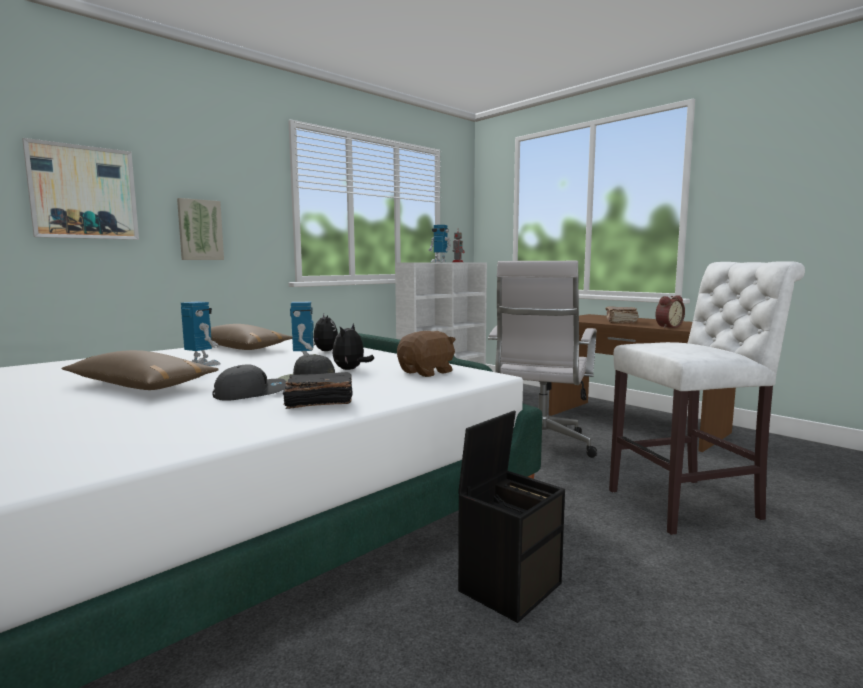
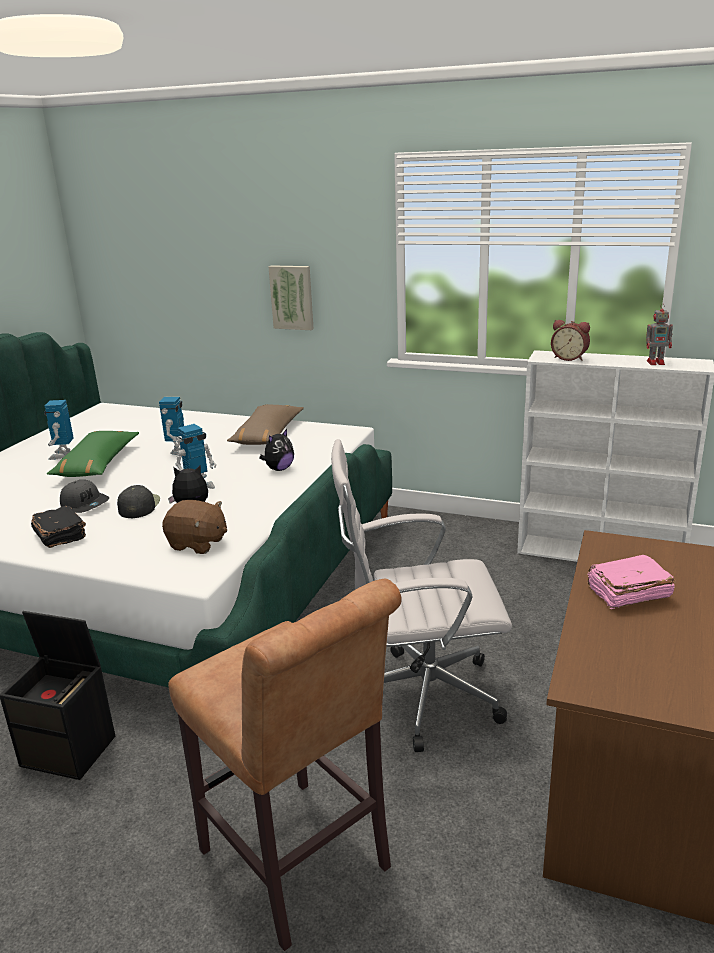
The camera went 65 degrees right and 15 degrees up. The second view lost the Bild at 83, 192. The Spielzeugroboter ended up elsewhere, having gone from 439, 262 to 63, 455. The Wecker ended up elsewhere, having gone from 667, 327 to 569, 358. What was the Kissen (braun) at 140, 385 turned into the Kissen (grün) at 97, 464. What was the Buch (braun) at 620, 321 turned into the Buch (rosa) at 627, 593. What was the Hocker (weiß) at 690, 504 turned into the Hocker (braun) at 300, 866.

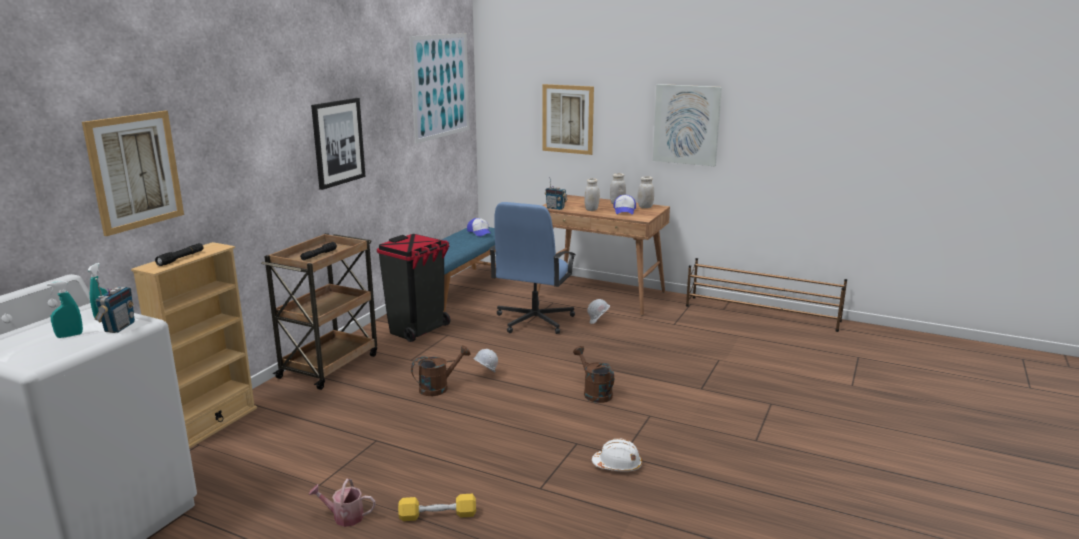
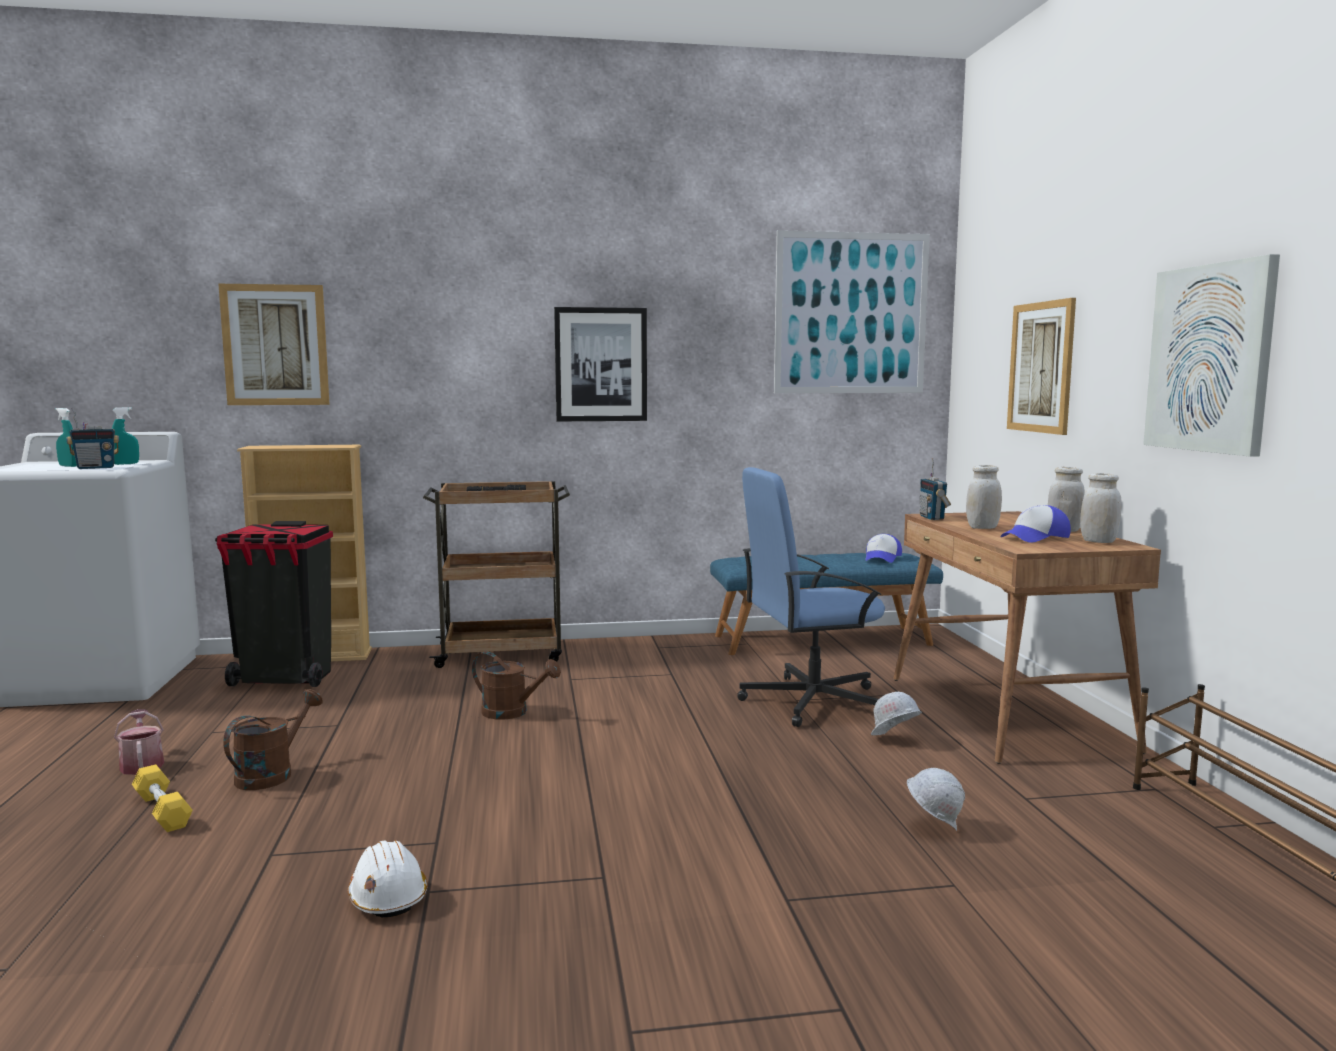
The camera went 55 degrees right and 10 degrees down. The second view lost the Taschenlampe (schwarz) at 181, 258. The Mülleimer (schwarz) ended up elsewhere, having gone from 418, 330 to 285, 679. The Schutzhelm (weiß) ended up elsewhere, having gone from 485, 375 to 933, 826. The Gießkanne (braun) ended up elsewhere, having gone from 594, 393 to 272, 774.

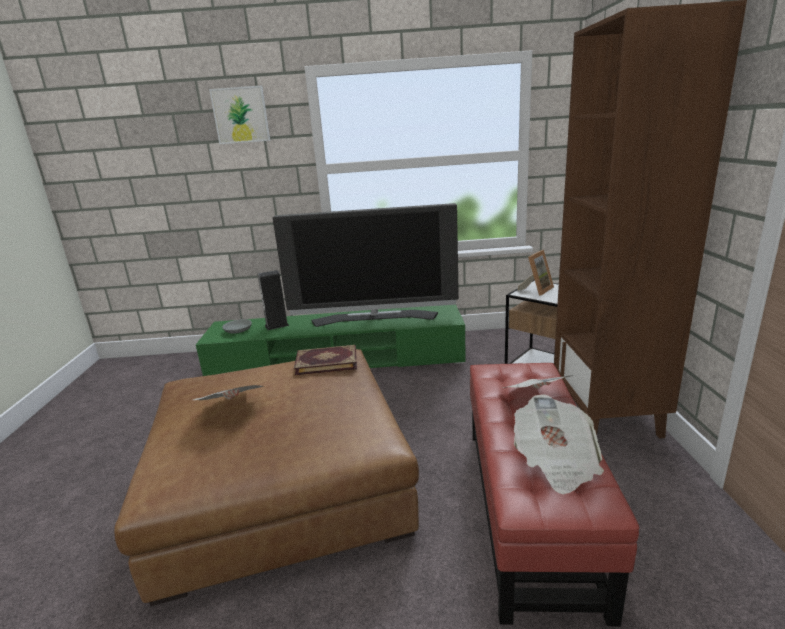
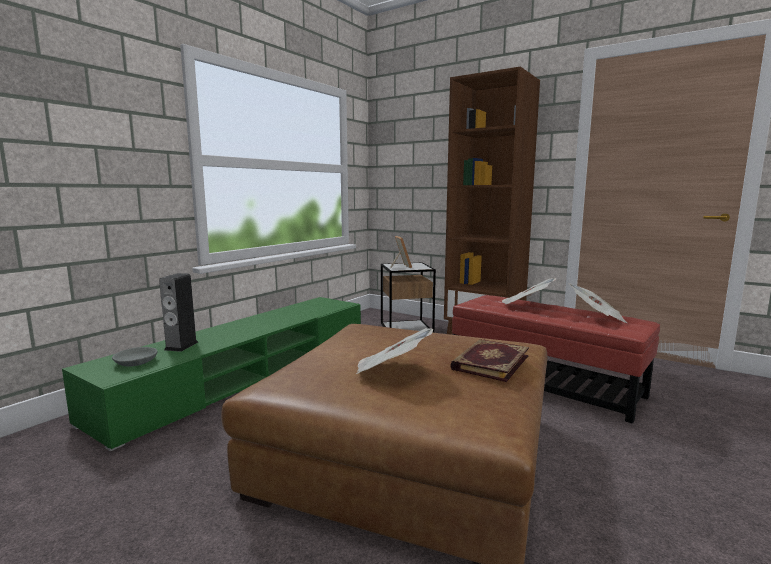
The camera went 55 degrees left and 10 degrees down. The second view lost the Bild at 240, 115. The second view lost the Fernseher at 375, 318. The Buch ended up elsewhere, having gone from 326, 361 to 489, 362.

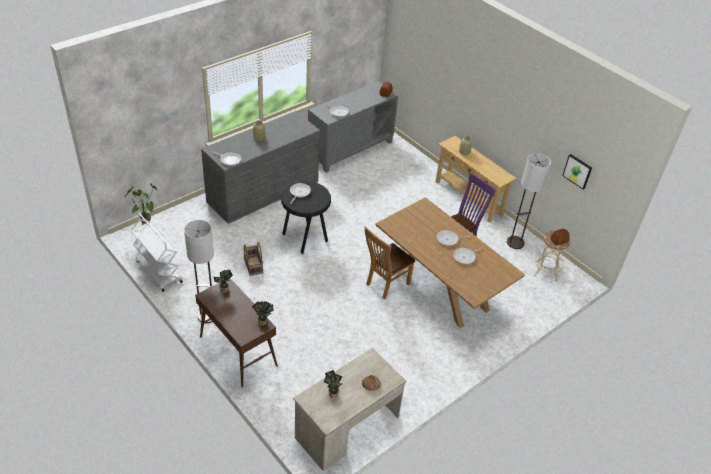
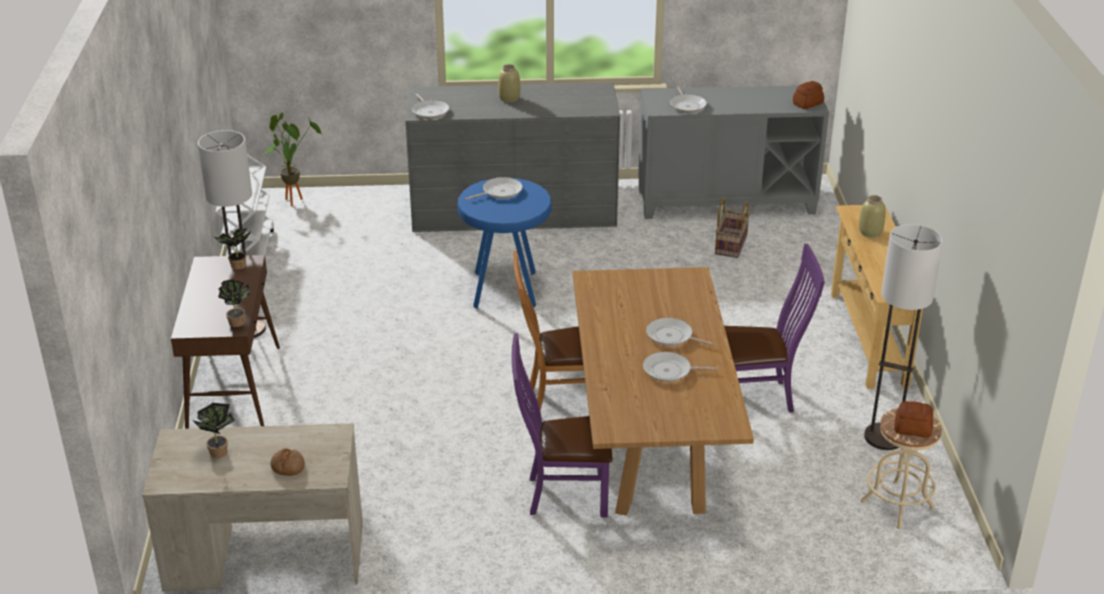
The camera went 40 degrees right and 10 degrees down. The second view lost the Bild at 577, 171. The second view gained the Stuhl (lila) at 562, 495. The Korb ended up elsewhere, having gone from 253, 266 to 730, 245. What was the Hocker (schwarz) at 305, 237 turned into the Hocker (blau) at 506, 289.

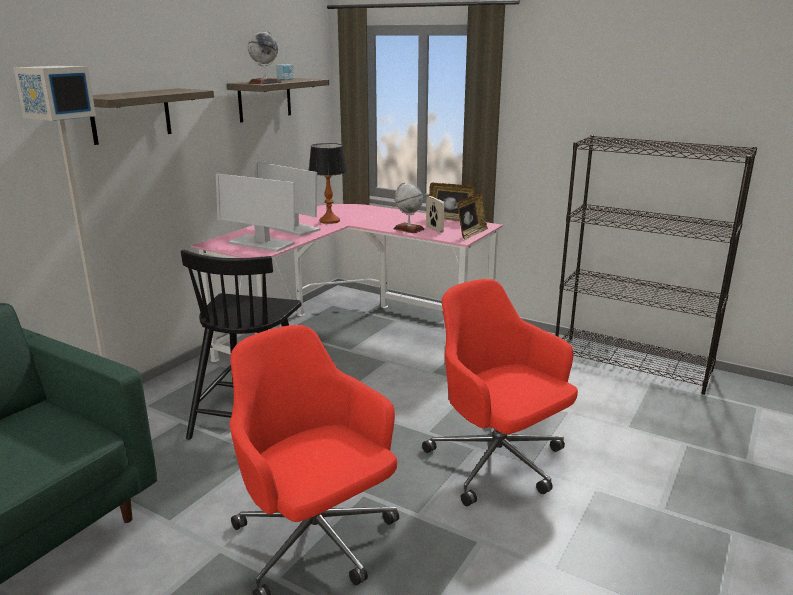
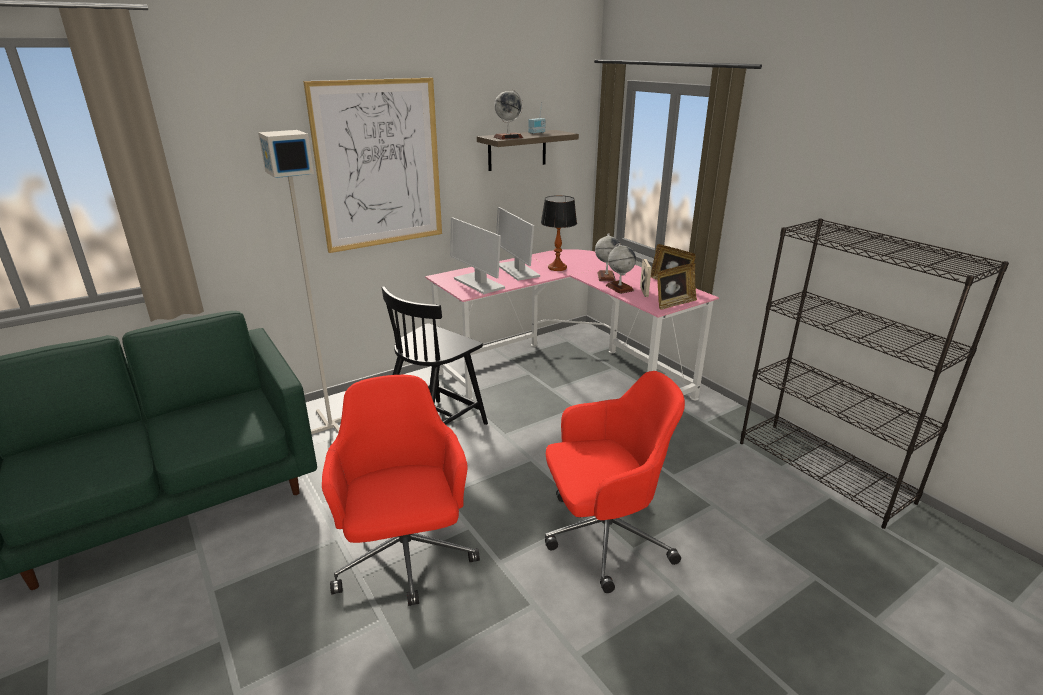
The camera went 25 degrees right and 5 degrees up. The second view gained the Globus at 606, 277. Where the Wandregal hung at 131, 115, the Bild came to hang at 379, 165. The Bürostuhl (rot) at 498, 463 ended up facing another way, 90 degrees clockwise from before.

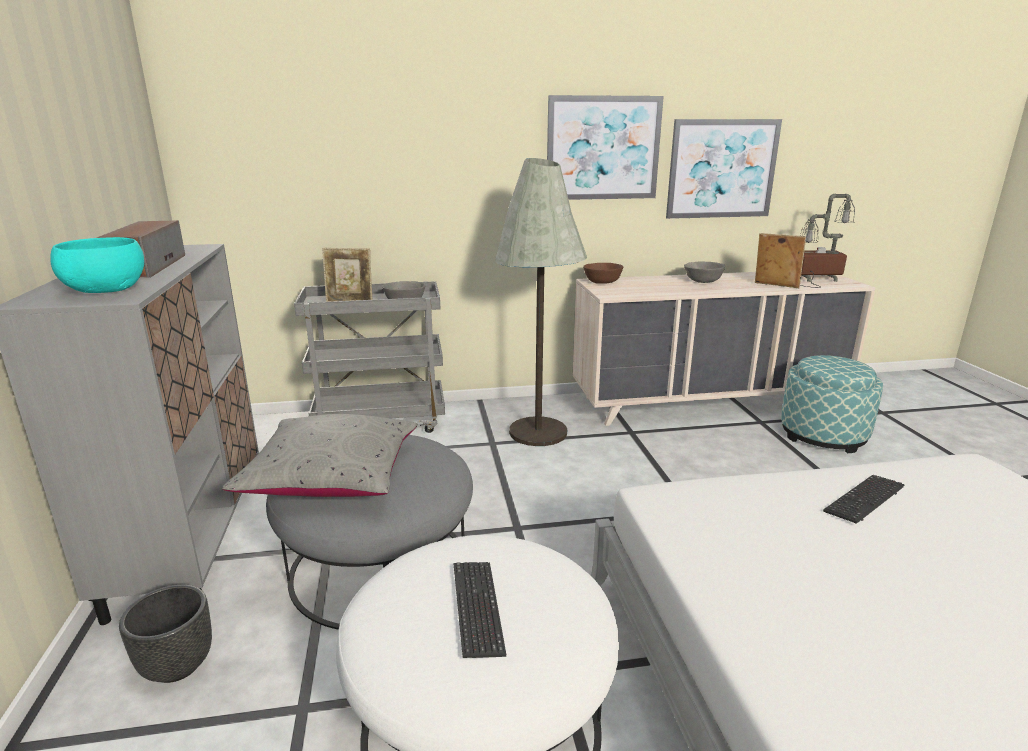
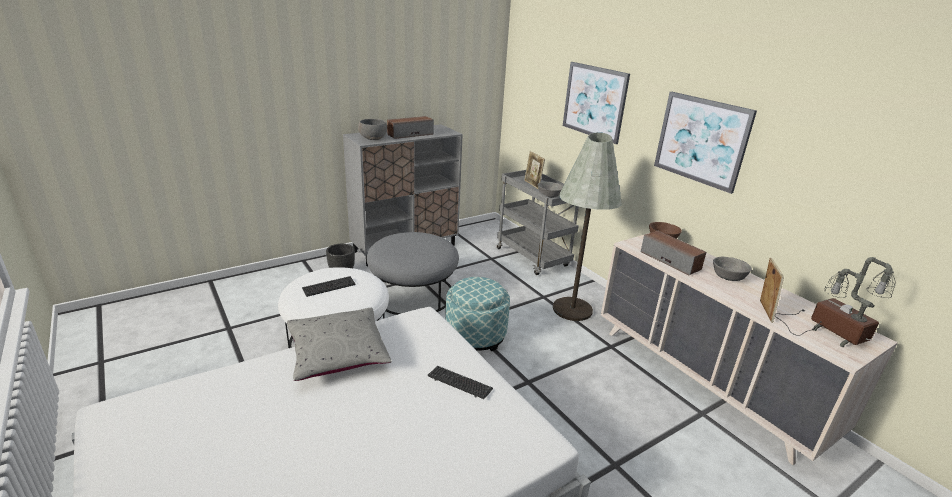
The camera went 65 degrees right and 5 degrees up. The second view gained the Lautsprecher at 670, 260. The Kissen (grau) ended up elsewhere, having gone from 332, 476 to 338, 354. The Bild ended up elsewhere, having gone from 722, 169 to 594, 101. The Polsterhocker ended up elsewhere, having gone from 823, 434 to 475, 335. What was the Schüssel (türkis) at 105, 290 turned into the Schüssel (grau) at 373, 138.

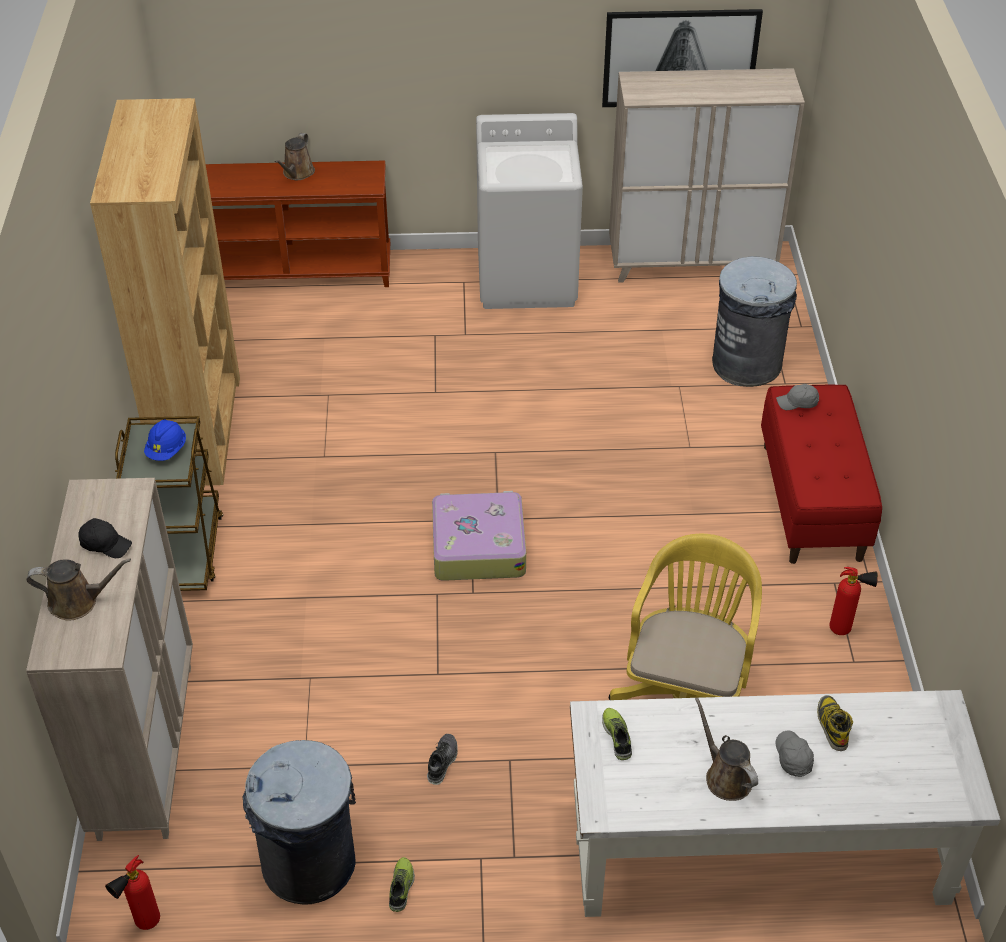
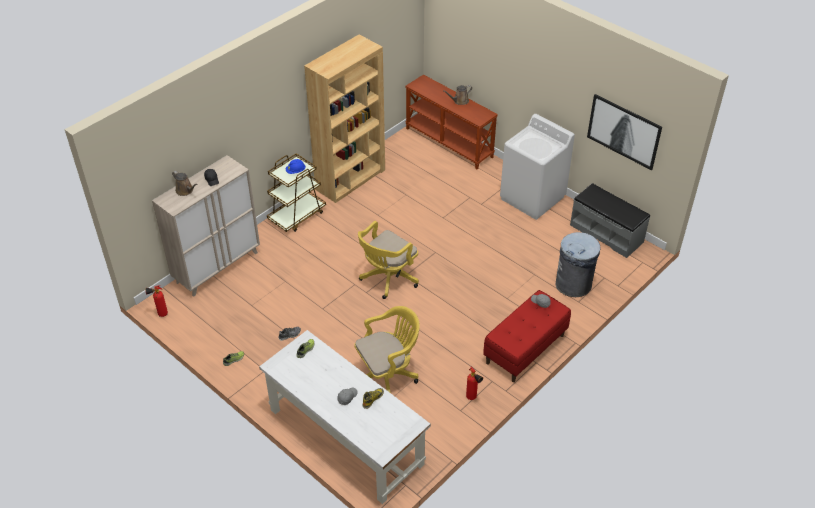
The camera went 45 degrees right and 0 degrees up. The second view lost the Mülleimer (grau) at 309, 863. The second view lost the Gießkanne (braun) at 725, 776. Where the Koffer stood at 477, 546, the Bürostuhl (gelb) came to stand at 387, 279. Where the Schrank (beige) stood at 691, 265, the Bank (grau) came to stand at 606, 233.

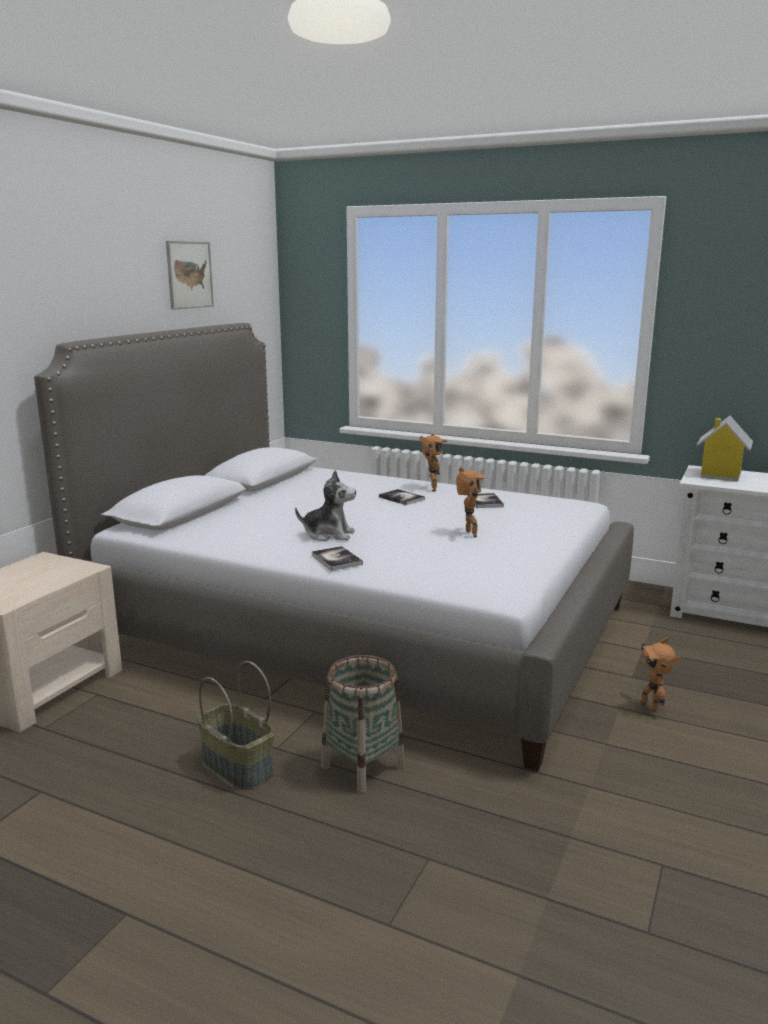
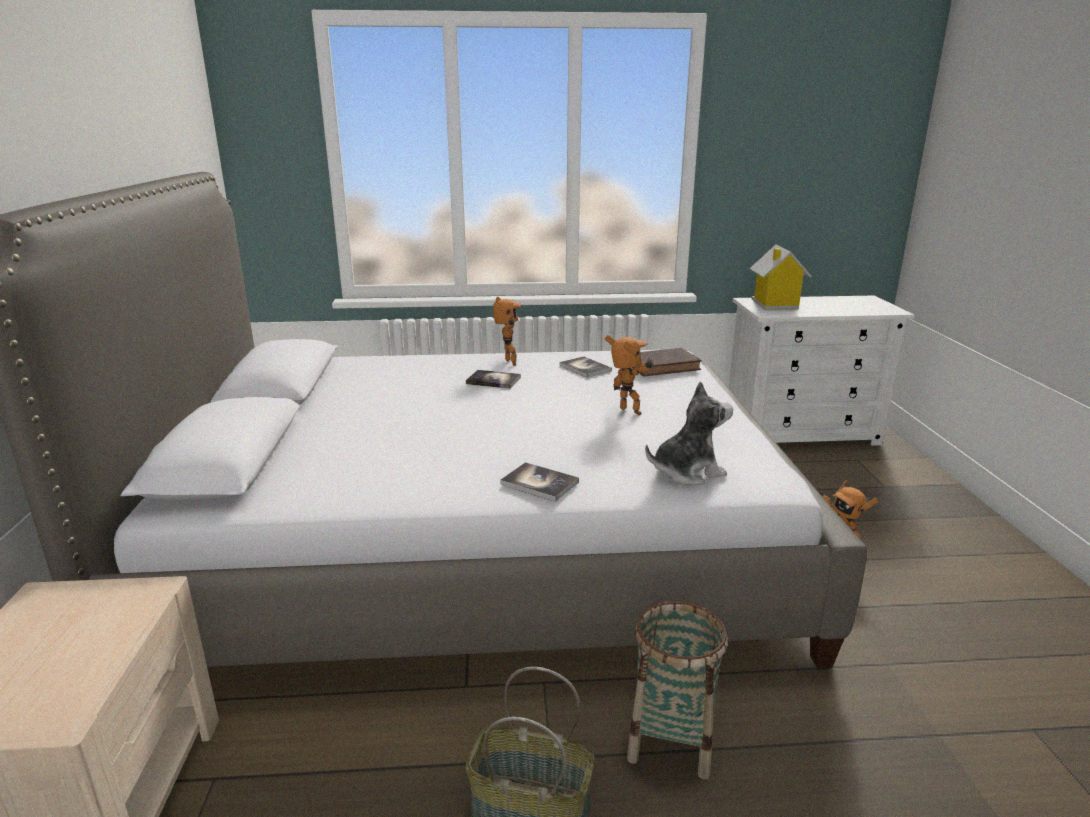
The camera went 30 degrees left and 5 degrees up. The second view lost the Bild at 189, 275. The second view gained the Buch (braun) at 664, 366. The Plüschtier ended up elsewhere, having gone from 329, 534 to 687, 472.

